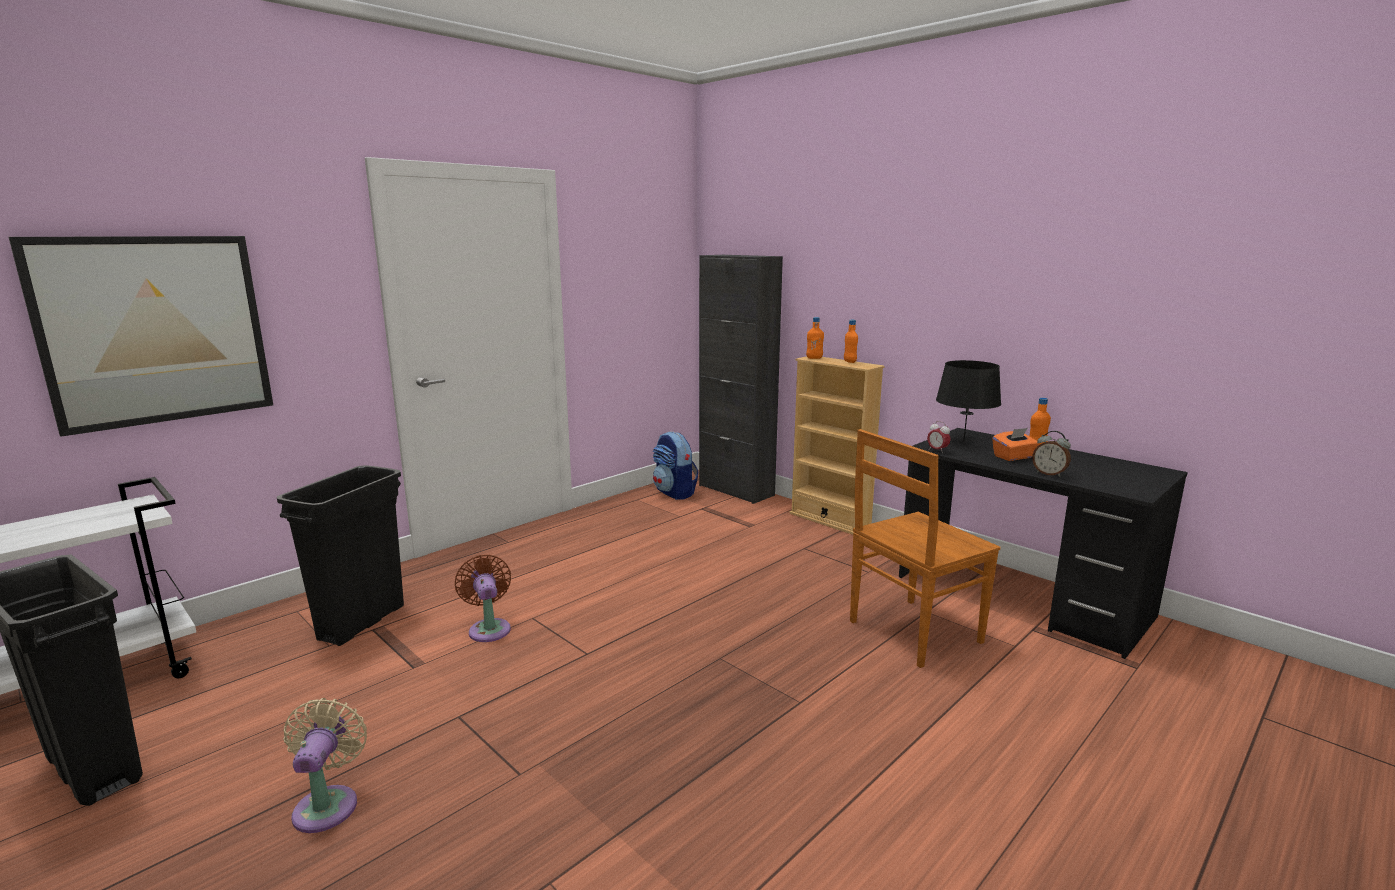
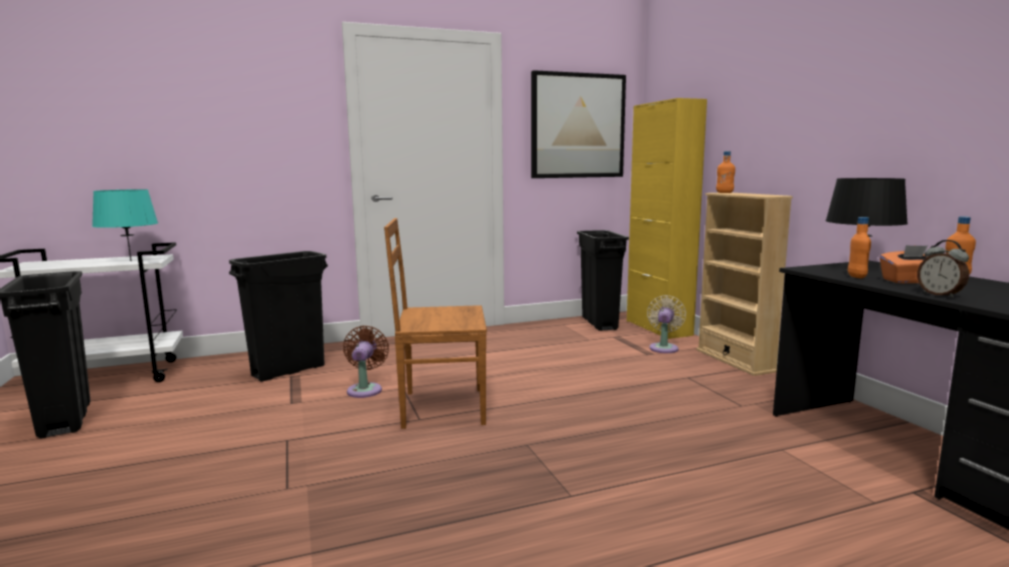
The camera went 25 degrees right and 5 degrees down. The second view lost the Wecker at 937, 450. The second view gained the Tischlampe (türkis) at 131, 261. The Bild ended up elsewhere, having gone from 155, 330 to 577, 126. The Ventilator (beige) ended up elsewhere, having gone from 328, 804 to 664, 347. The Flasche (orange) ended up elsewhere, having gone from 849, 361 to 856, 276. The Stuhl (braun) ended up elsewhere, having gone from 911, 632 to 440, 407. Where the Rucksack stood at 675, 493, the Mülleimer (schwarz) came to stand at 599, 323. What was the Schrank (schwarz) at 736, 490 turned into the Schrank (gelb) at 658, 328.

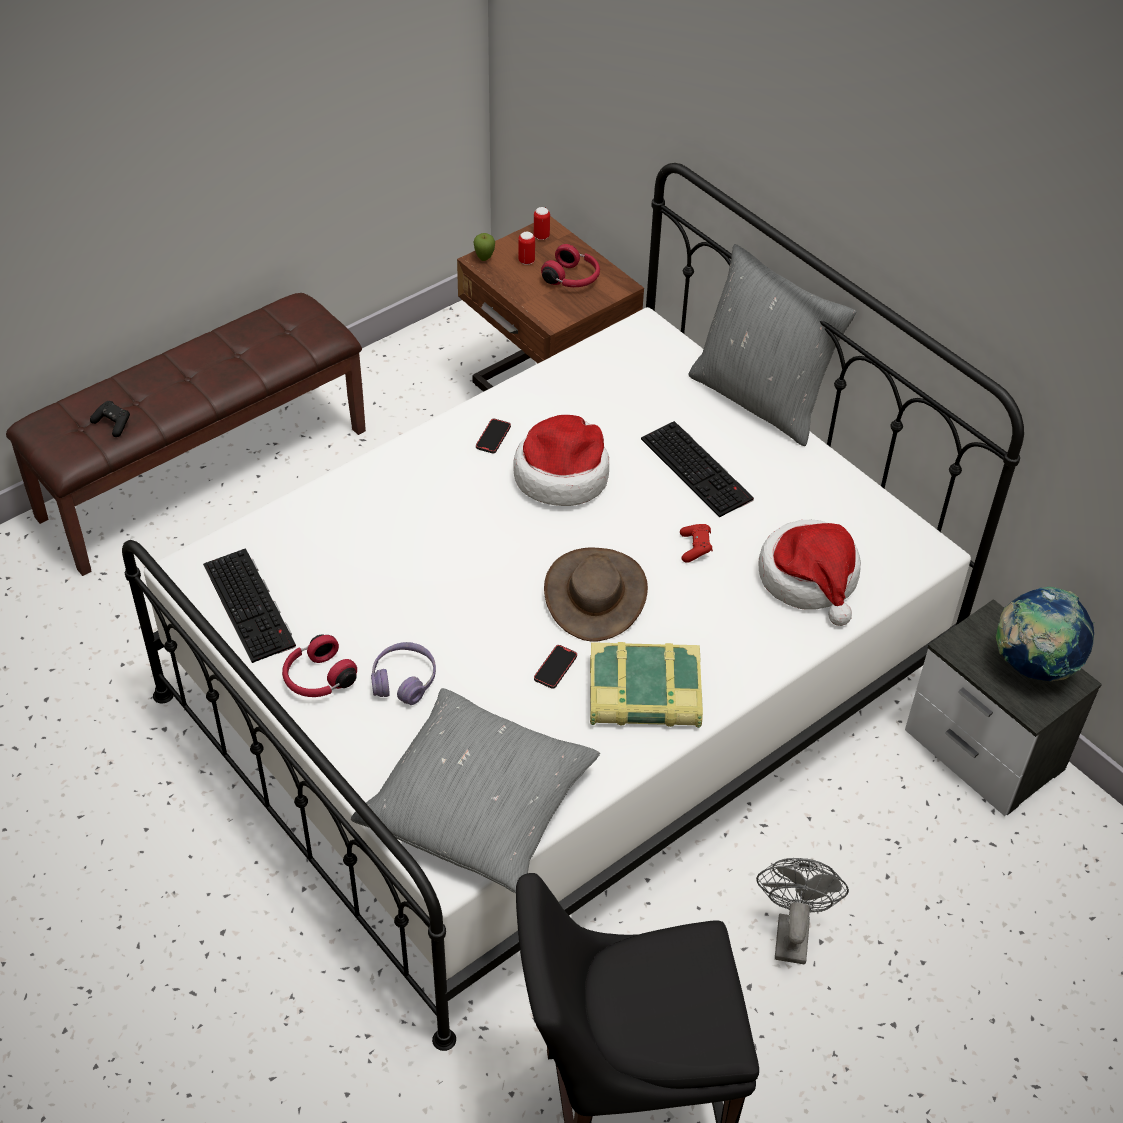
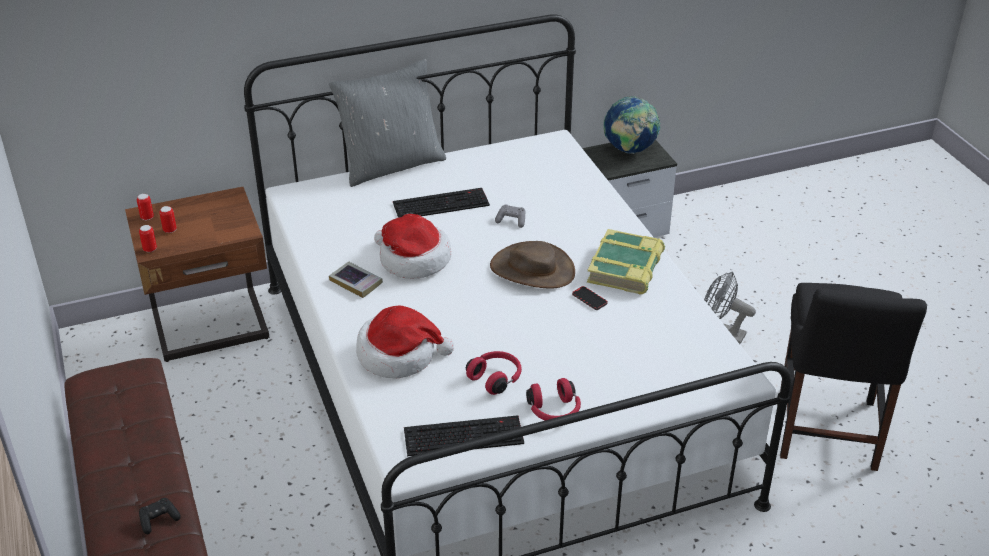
The camera went 70 degrees left and 10 degrees down. The second view lost the Kissen (grau) at 478, 804. The second view lost the Kopfhörer (lila) at 404, 680. The Kopfhörer (rot) ended up elsewhere, having gone from 572, 279 to 496, 378. The Hut ended up elsewhere, having gone from 810, 579 to 399, 355. Where the Apfel stood at 484, 259, the Dose came to stand at 150, 249. Where the Handy stood at 493, 437, the Buch came to stand at 356, 282. What was the Gamepad (rot) at 695, 548 turned into the Gamepad (grau) at 511, 221.

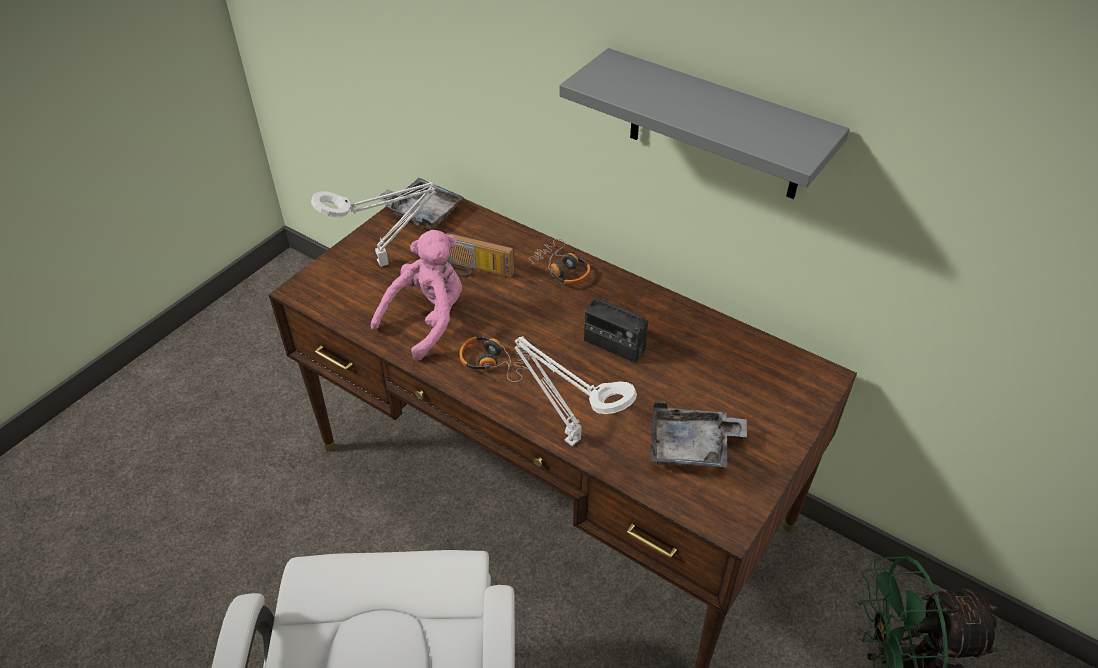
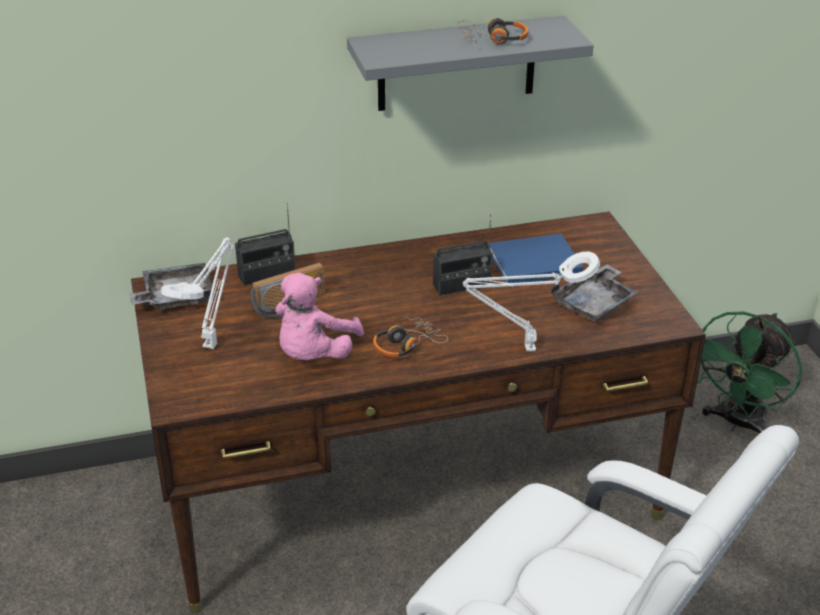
The camera went 50 degrees left and 10 degrees down. The second view gained the Radio at 267, 274. The second view gained the Buch (blau) at 531, 263. The Kopfhörer ended up elsewhere, having gone from 560, 269 to 492, 39. The Plüschtier (rosa) at 428, 320 ended up facing another way, 150 degrees counterclockwise from before.

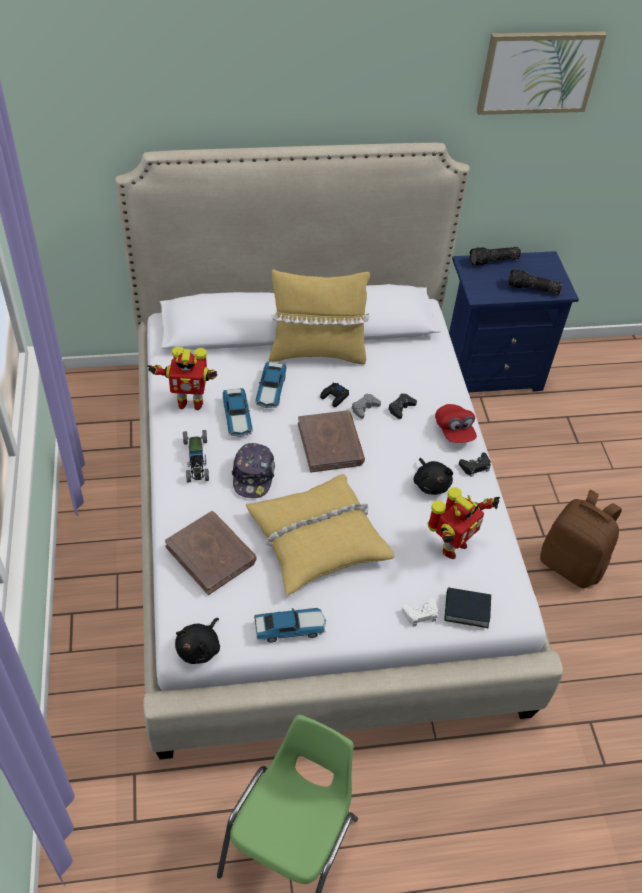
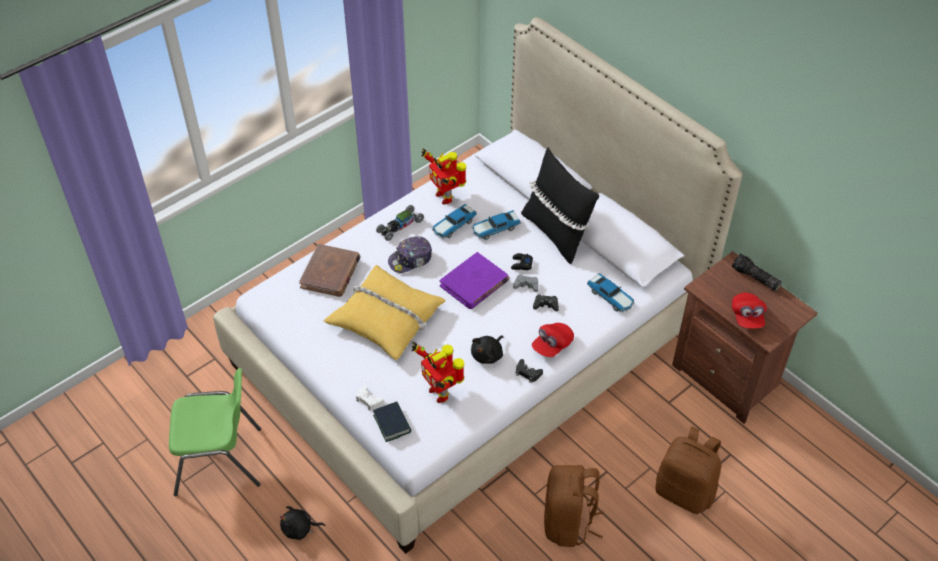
The camera went 60 degrees right and 0 degrees up. The second view lost the Bild at 538, 72. The second view gained the Rucksack (braun) at 685, 491. The Plüschtier (schwarz) ended up elsewhere, having gone from 200, 648 to 299, 529. The Spielzeugauto ended up elsewhere, having gone from 290, 628 to 611, 297. Where the Taschenlampe stood at 532, 289, the Kappe (rot) came to stand at 747, 317. What was the Kissen (gelb) at 317, 352 turned into the Kissen (schwarz) at 556, 233. What was the Buch (braun) at 330, 444 turned into the Buch (lila) at 474, 283. What was the Nachttisch (blau) at 490, 371 turned into the Nachttisch (braun) at 729, 377. The Spielzeugroboter at 451, 547 ended up facing another way, 45 degrees clockwise from before.

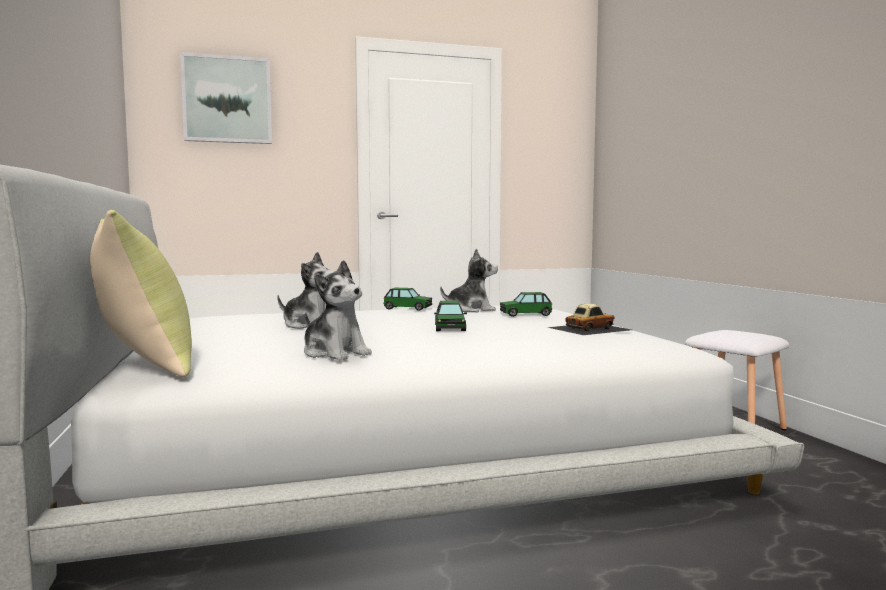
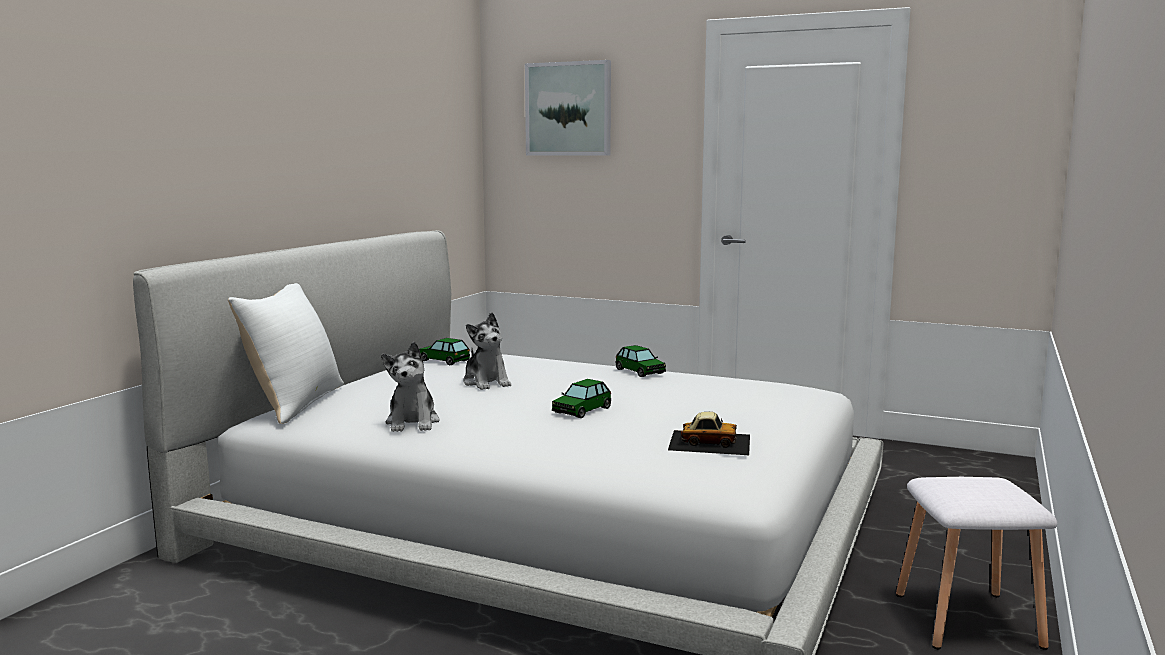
The camera went 40 degrees right and 5 degrees up. The second view lost the Plüschtier at 471, 310. The Spielzeugauto ended up elsewhere, having gone from 525, 314 to 444, 360. What was the Kissen (gelb) at 141, 364 turned into the Kissen (weiß) at 295, 403.

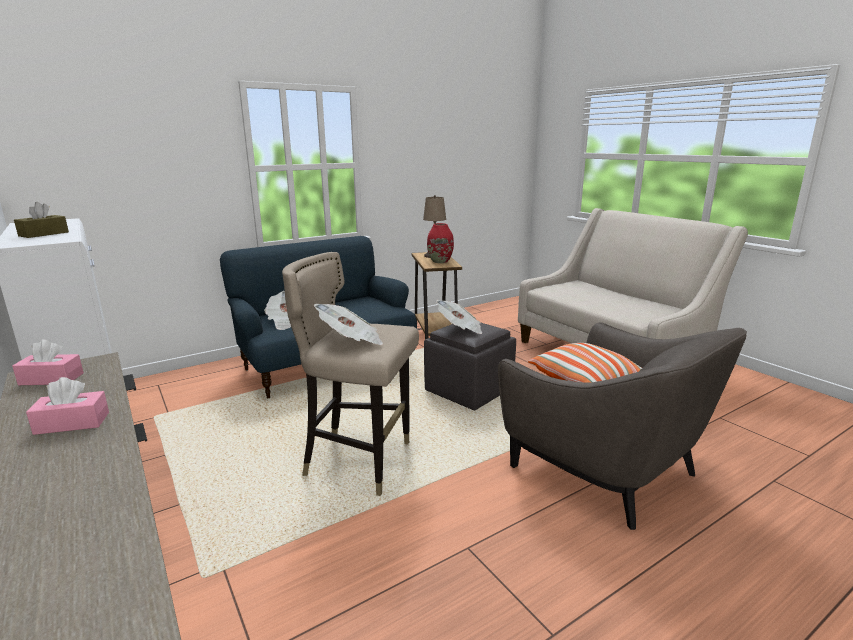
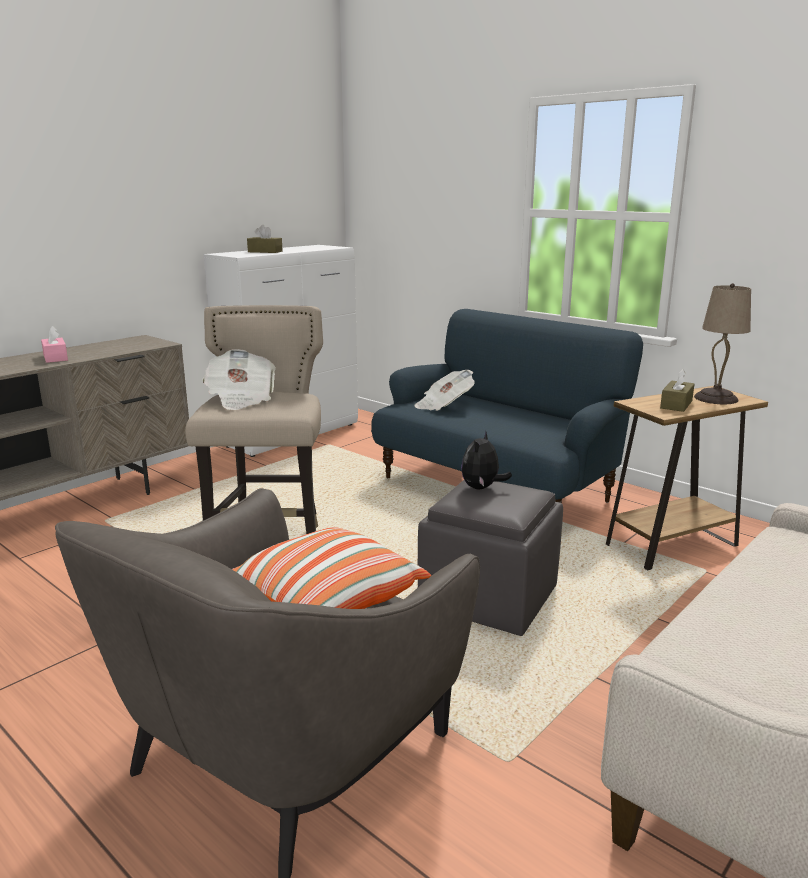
The camera went 75 degrees right and 0 degrees up. The second view lost the Taschentuchbox (rosa) at 51, 379. Where the Vase (rot) stood at 440, 261, the Taschentuchbox (braun) came to stand at 676, 404. Where the Zeitung stood at 460, 329, the Plüschtier came to stand at 482, 488.

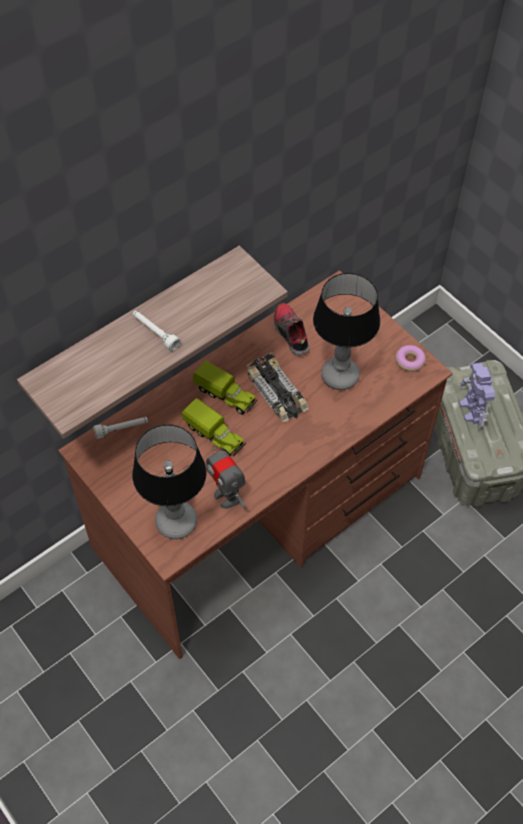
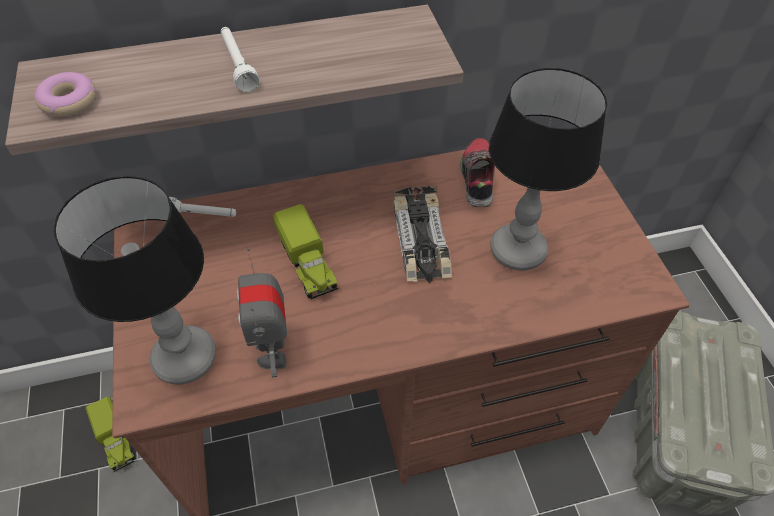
The camera went 25 degrees right and 5 degrees down. The second view lost the Spielzeugroboter at 472, 411. The Spielzeuglaster ended up elsewhere, having gone from 226, 396 to 116, 440. The Donut ended up elsewhere, having gone from 410, 361 to 69, 101.

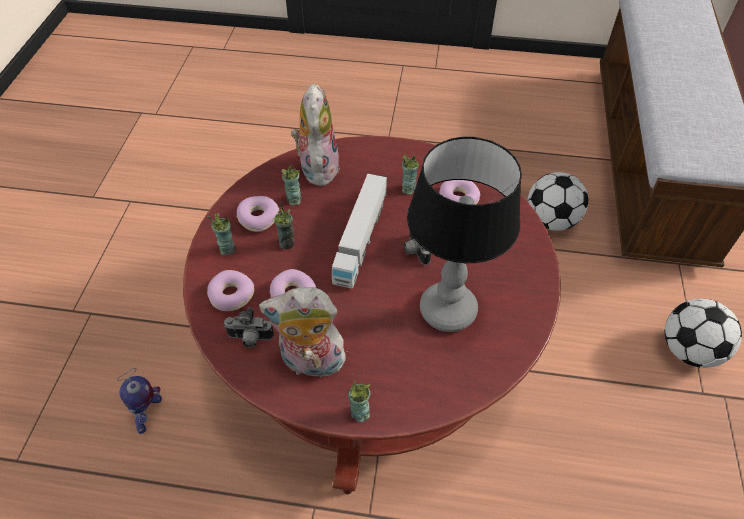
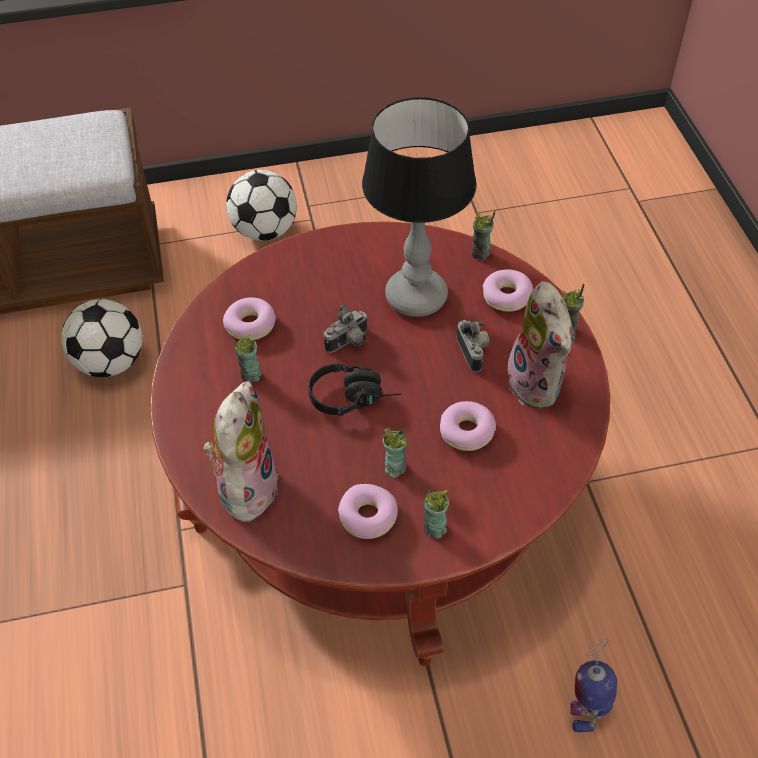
The camera went 110 degrees left and 0 degrees up. The Donut ended up elsewhere, having gone from 231, 295 to 507, 297. The Kamera ended up elsewhere, having gone from 250, 339 to 474, 352. The Tasse ended up elsewhere, having gone from 293, 199 to 480, 254. Where the Spielzeuglaster stood at 360, 239, the Kopfhörer (schwarz) came to stand at 354, 397. The Spielzeugroboter at 148, 414 ended up facing another way, 60 degrees counterclockwise from before. The Plüschtier at 317, 167 ended up facing another way, 120 degrees clockwise from before.

